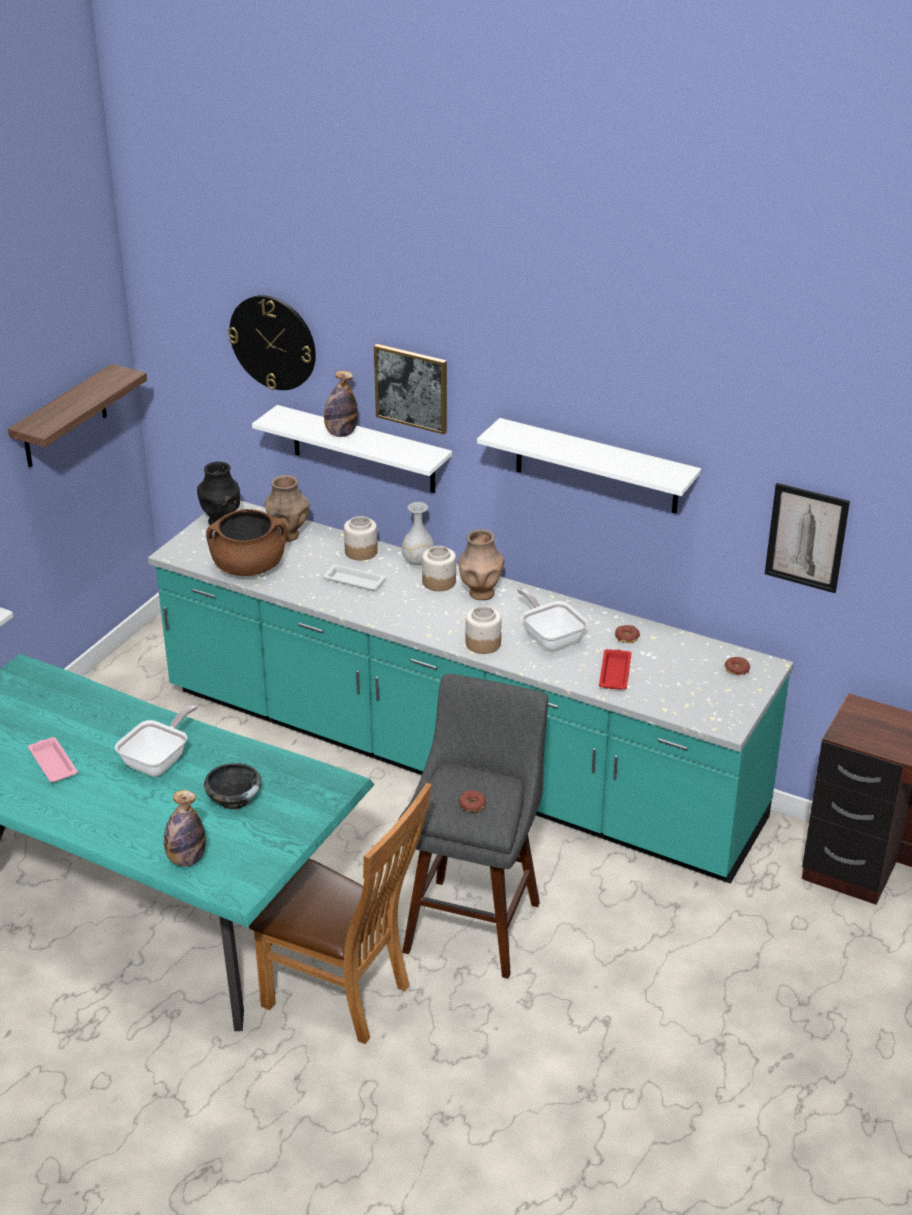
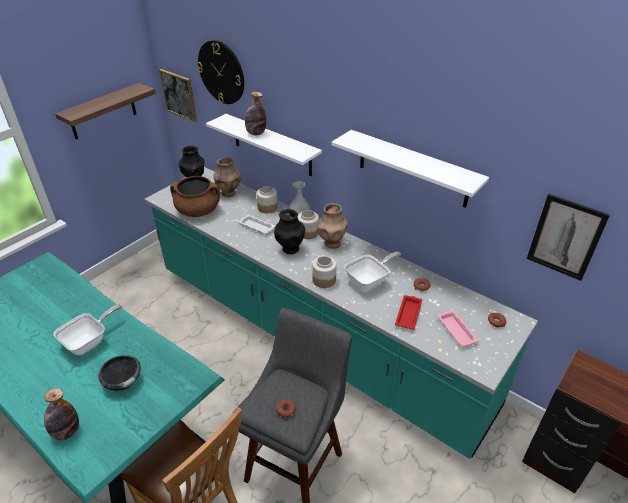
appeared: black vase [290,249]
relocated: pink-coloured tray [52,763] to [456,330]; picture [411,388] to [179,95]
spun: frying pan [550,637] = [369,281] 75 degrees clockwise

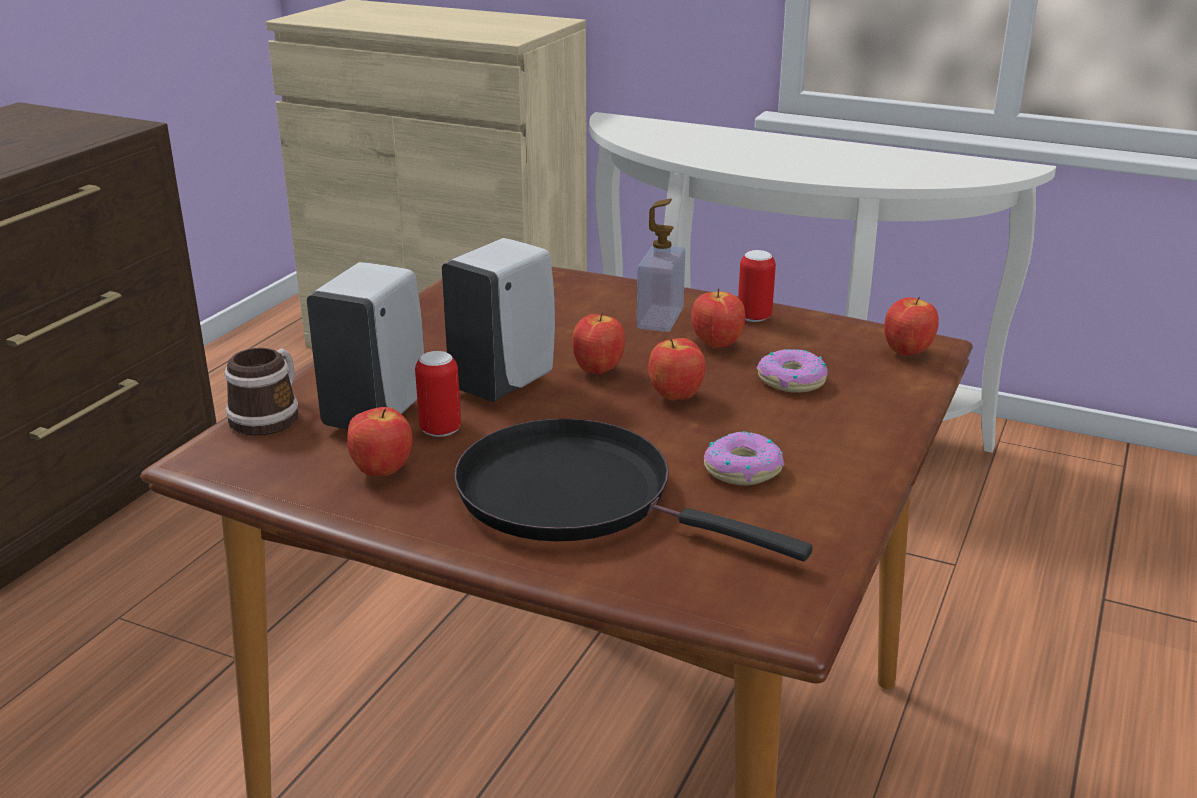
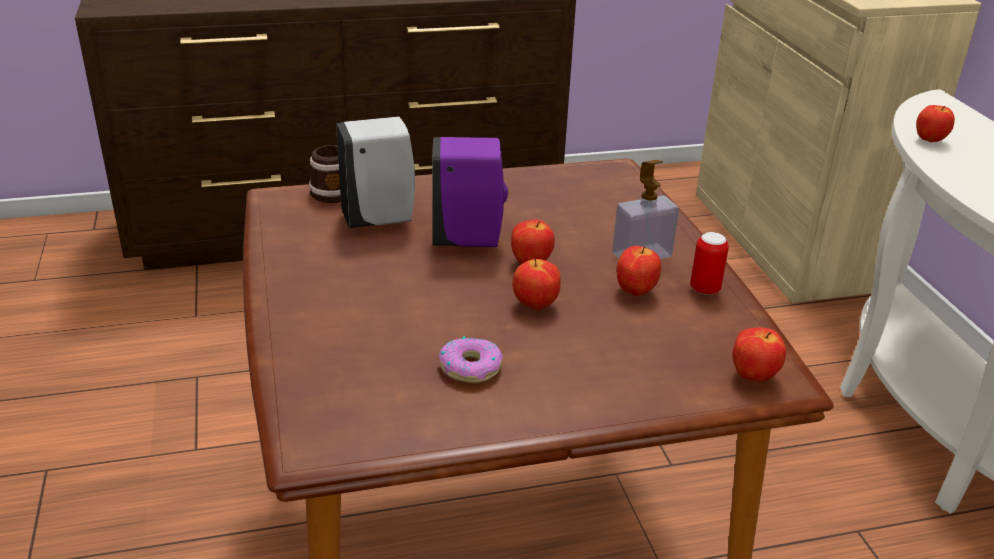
missing: metal can [440,430]; black frying pan [578,496]; ring doughnut [791,381]
relocated: whole apple [382,472] to [930,140]
colour: white soap dispenser [505,383] to purple soap dispenser [469,240]

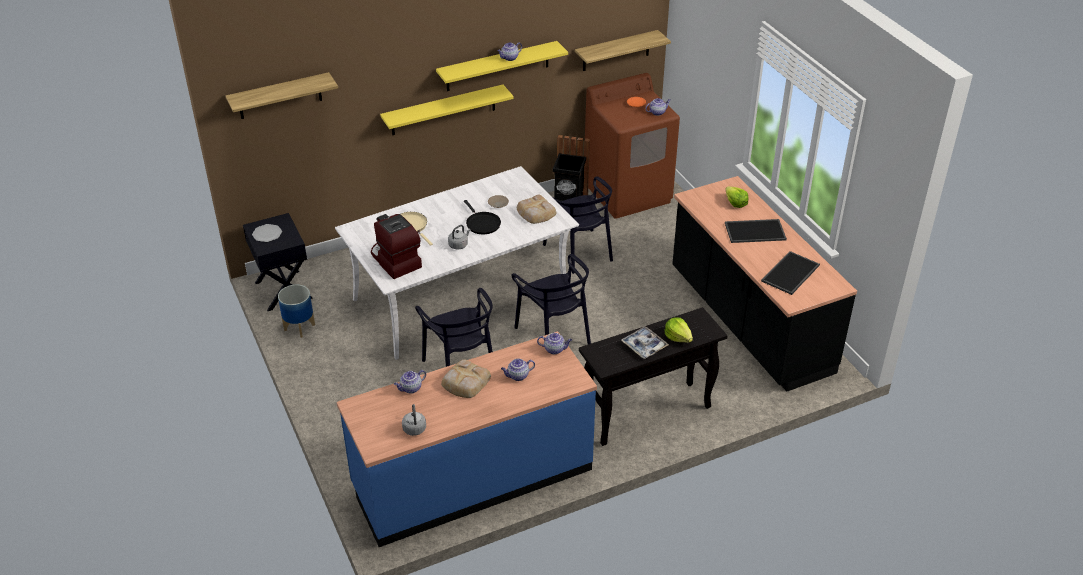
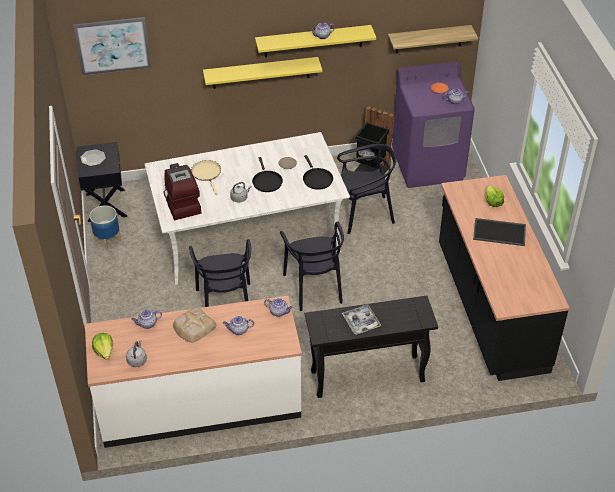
missing: tray [791,274]
relocated: head of lettuce [678,337] to [104,351]
exchanged: wall shelf [280,96] to picture [113,45]; baked bread [536,212] to black frying pan [316,179]
colour: blue kitchen counter [472,478] to white kitchen counter [200,403]; brown-coloured laundry machine [628,193] to purple laundry machine [428,165]
spun: black upright chair [579,251] = [364,213] 90 degrees counterclockwise

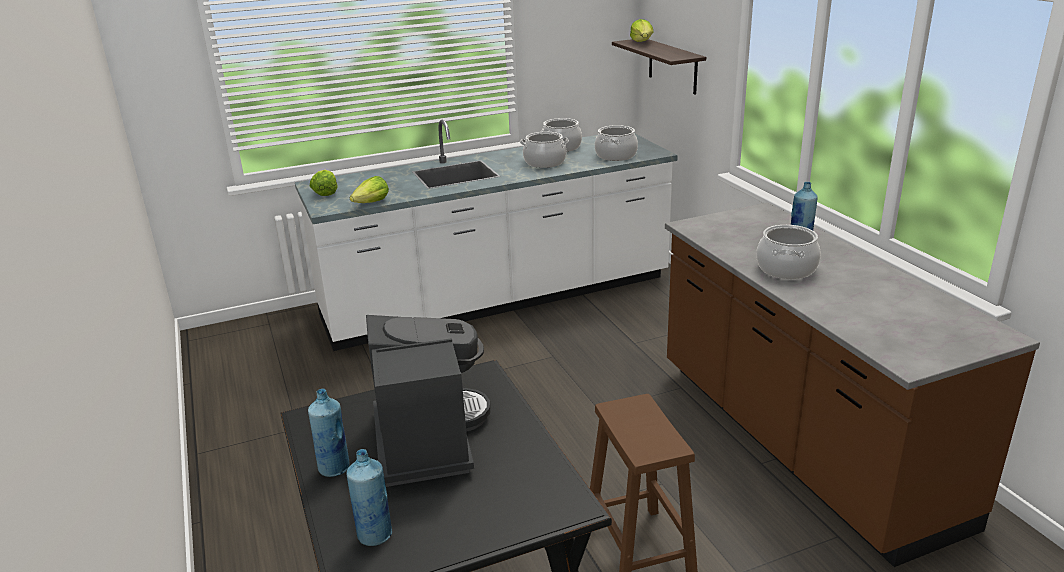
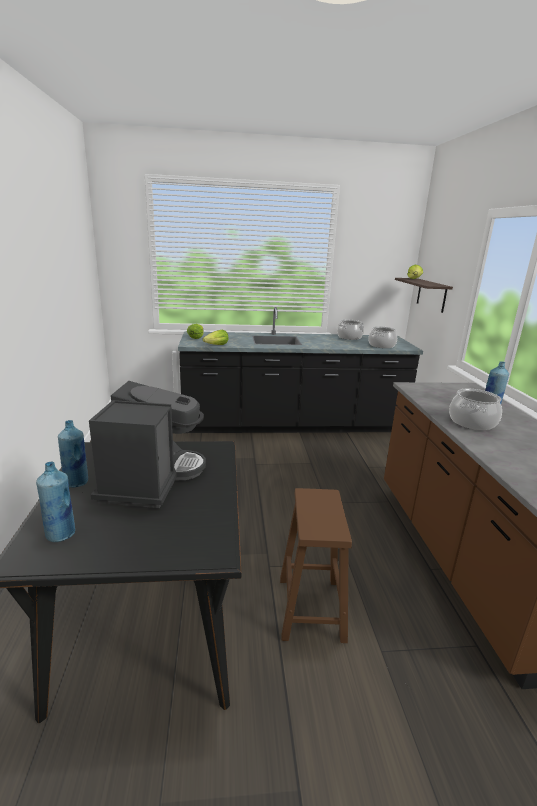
missing: stockpot [545,162]
colour: white kitchen counter [498,299] to black kitchen counter [292,424]

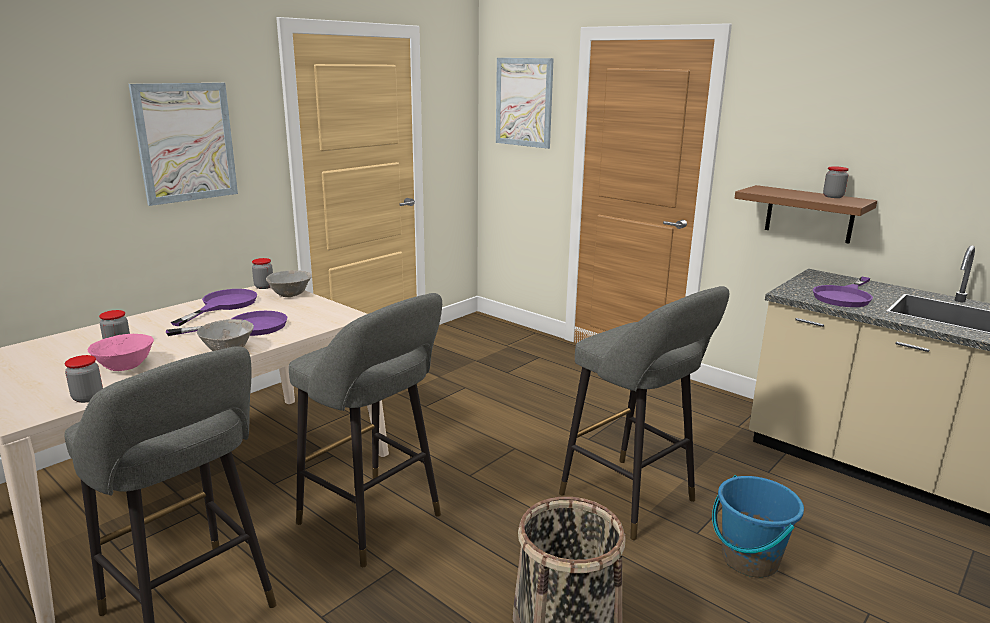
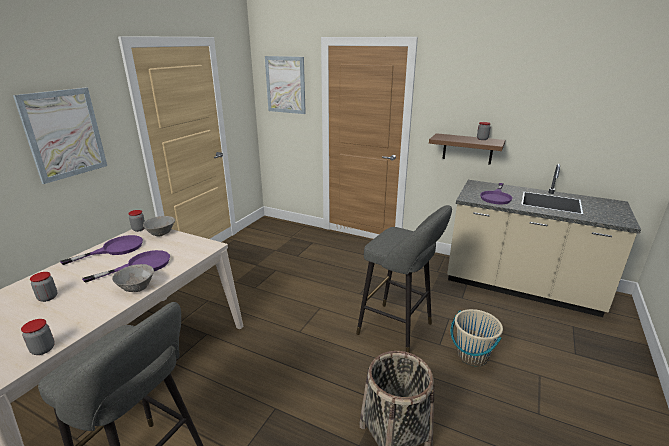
missing: pink-coloured deep dish [124,367]; gray stool [375,522]
colour: blue water bucket [749,560] to beige water bucket [472,355]
spun: purple frying pan [223,305] = [115,249] 45 degrees clockwise

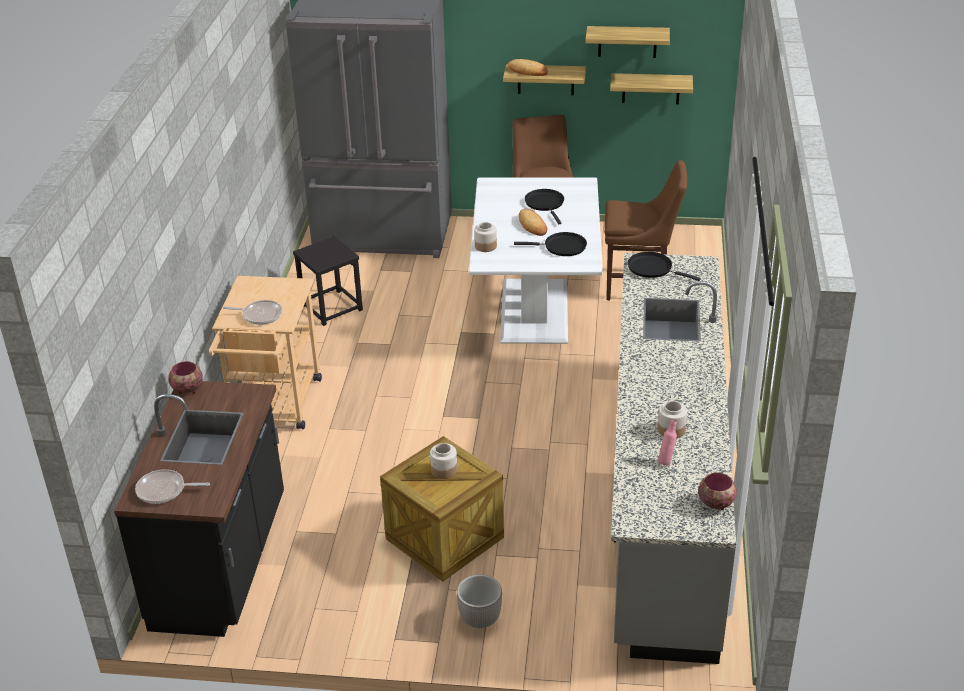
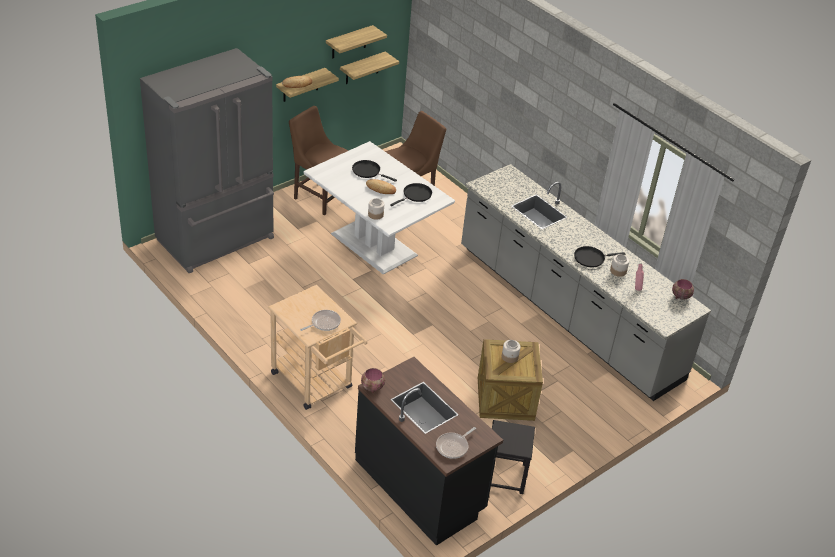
missing: flower pot [480,619]
relocated: black stool [331,308] to [504,475]; black frying pan [653,268] to [591,258]

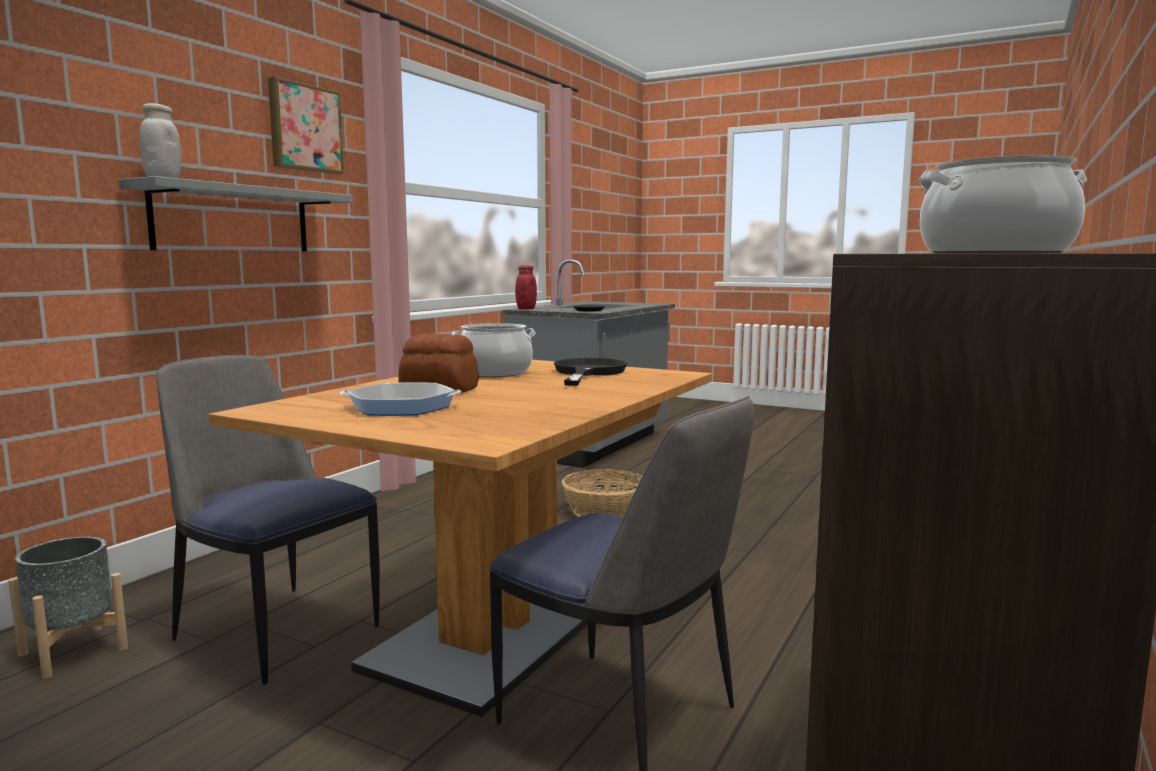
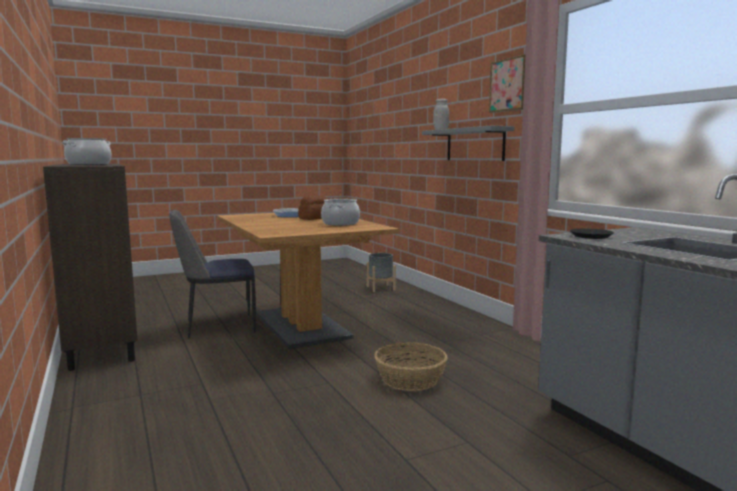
missing: upright chair [275,630]; red jar [526,309]; black frying pan [587,373]

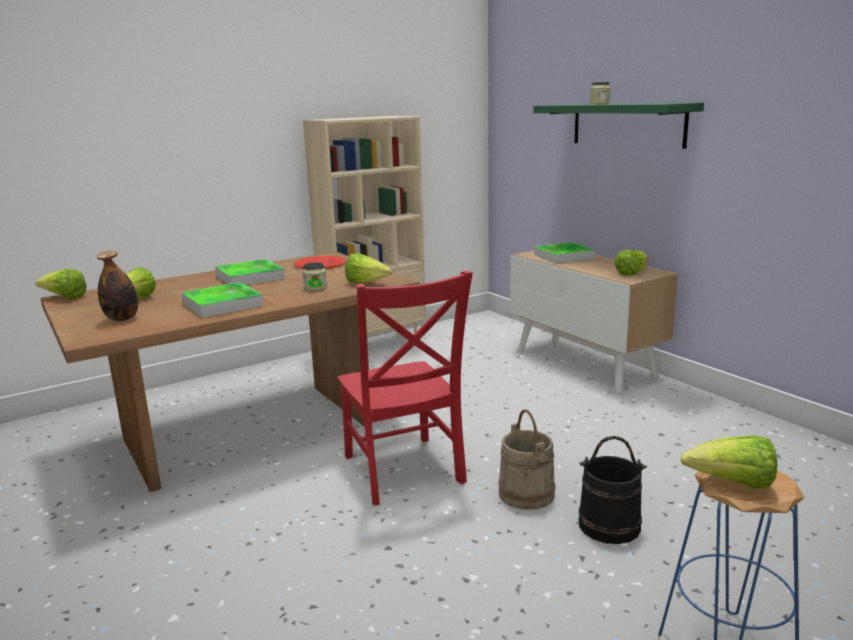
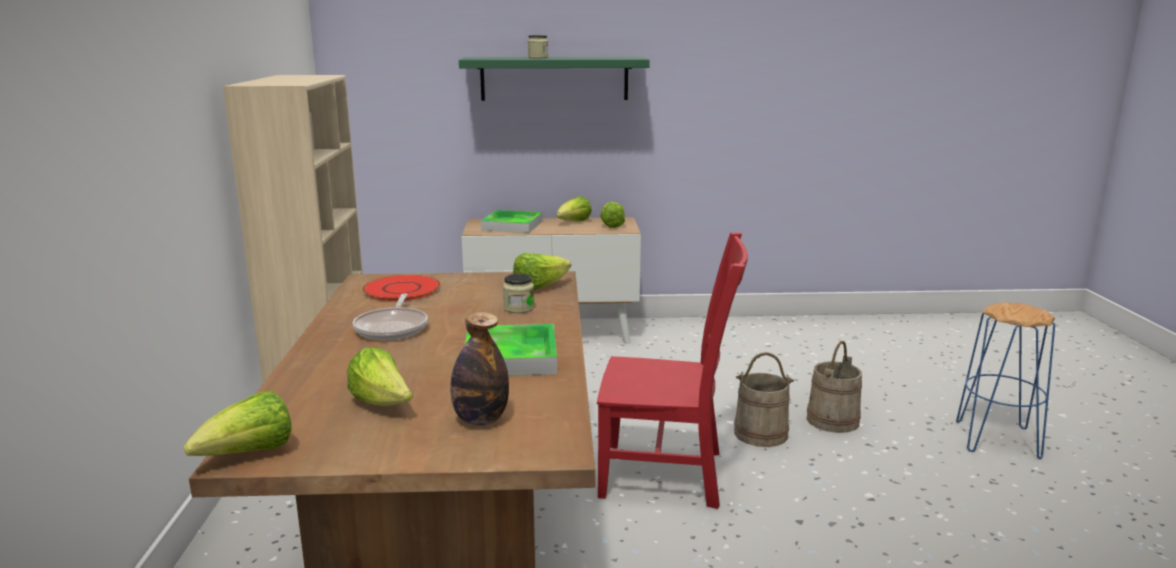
relocated: head of lettuce [732,484] to [573,222]
exchanged: tray [250,277] to frying pan [392,328]
colour: black water bucket [609,525] to beige water bucket [833,420]

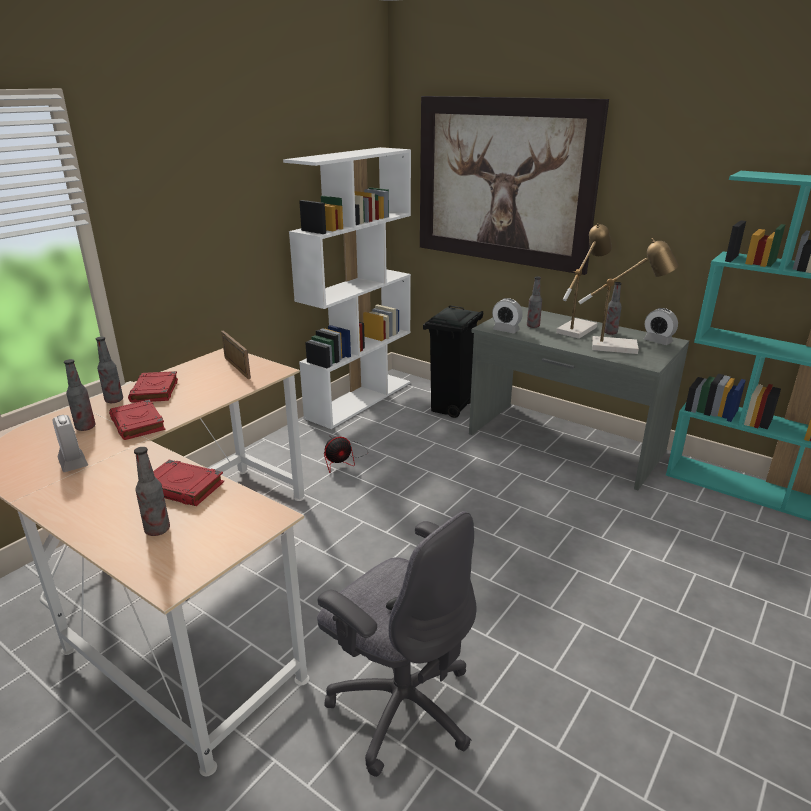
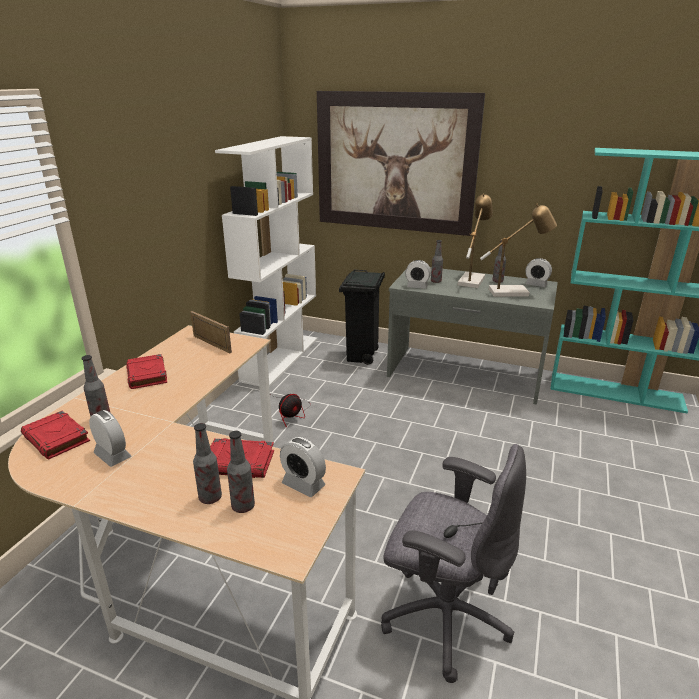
appeared: bedside clock [303,484]
relocated: beverage bottle [114,400] to [210,498]; red book [138,424] to [57,439]

